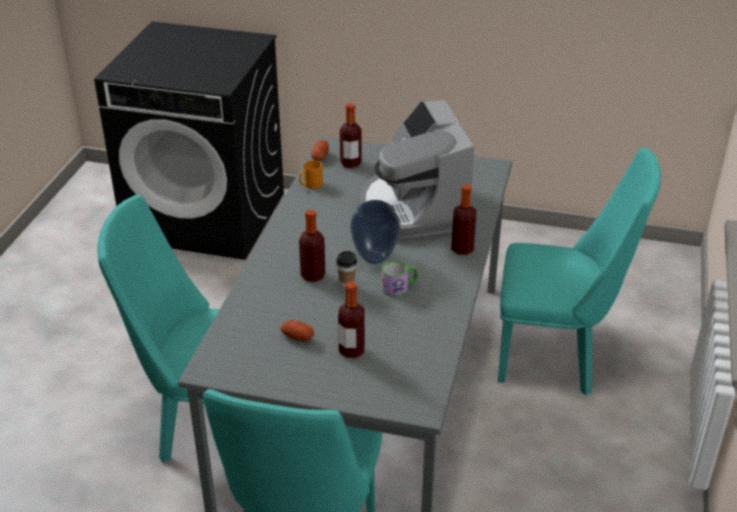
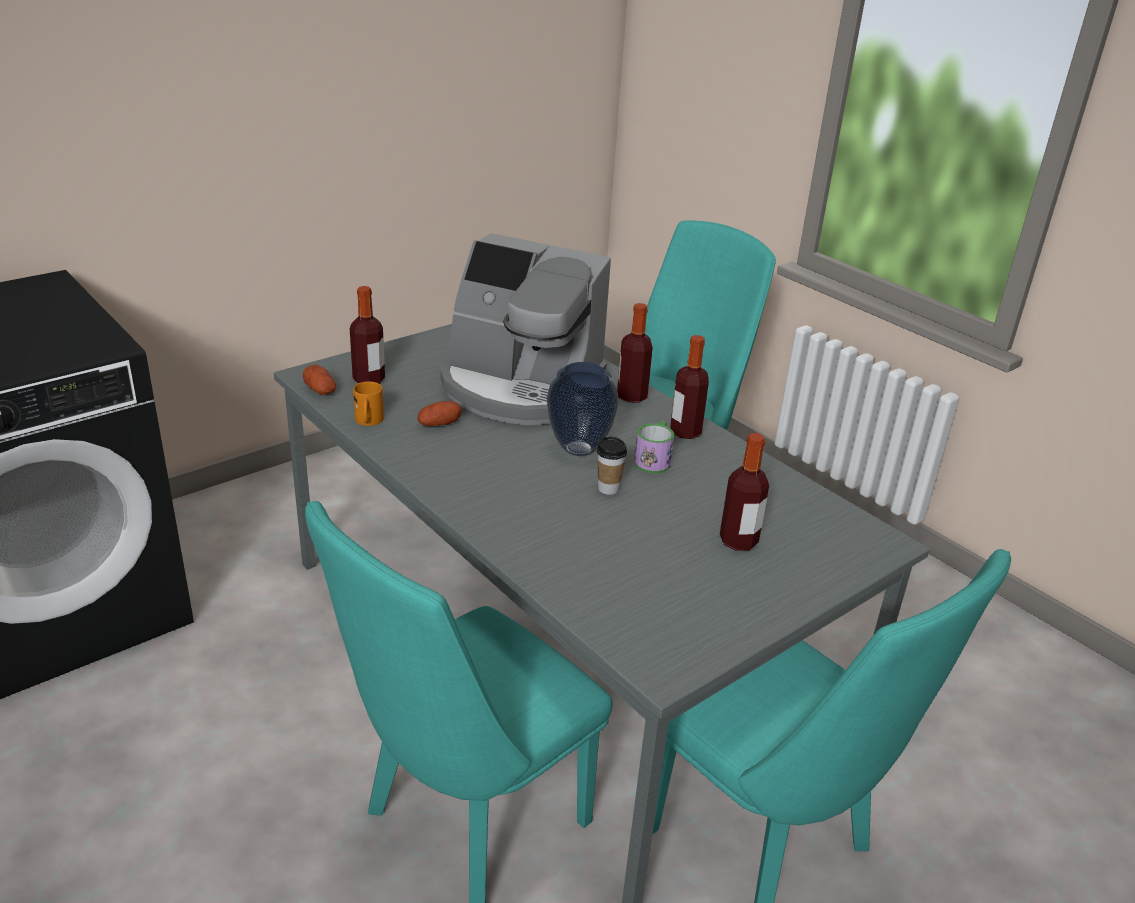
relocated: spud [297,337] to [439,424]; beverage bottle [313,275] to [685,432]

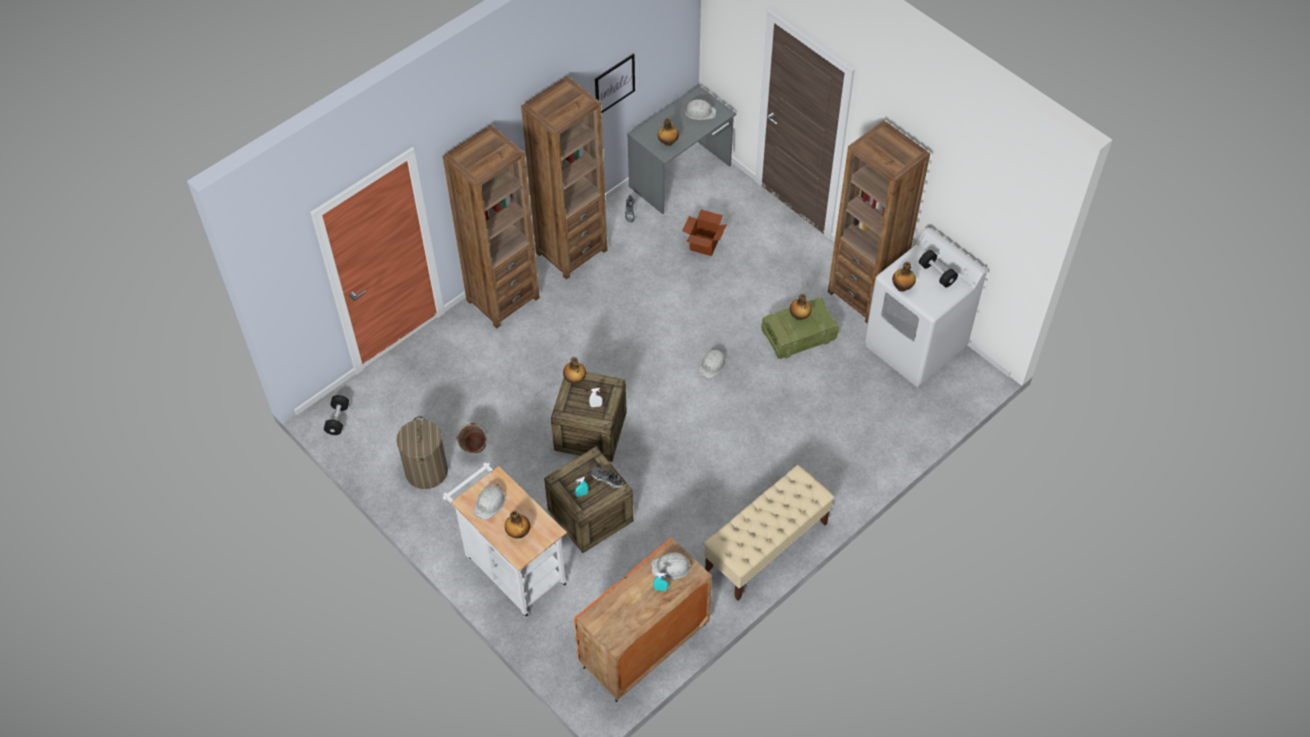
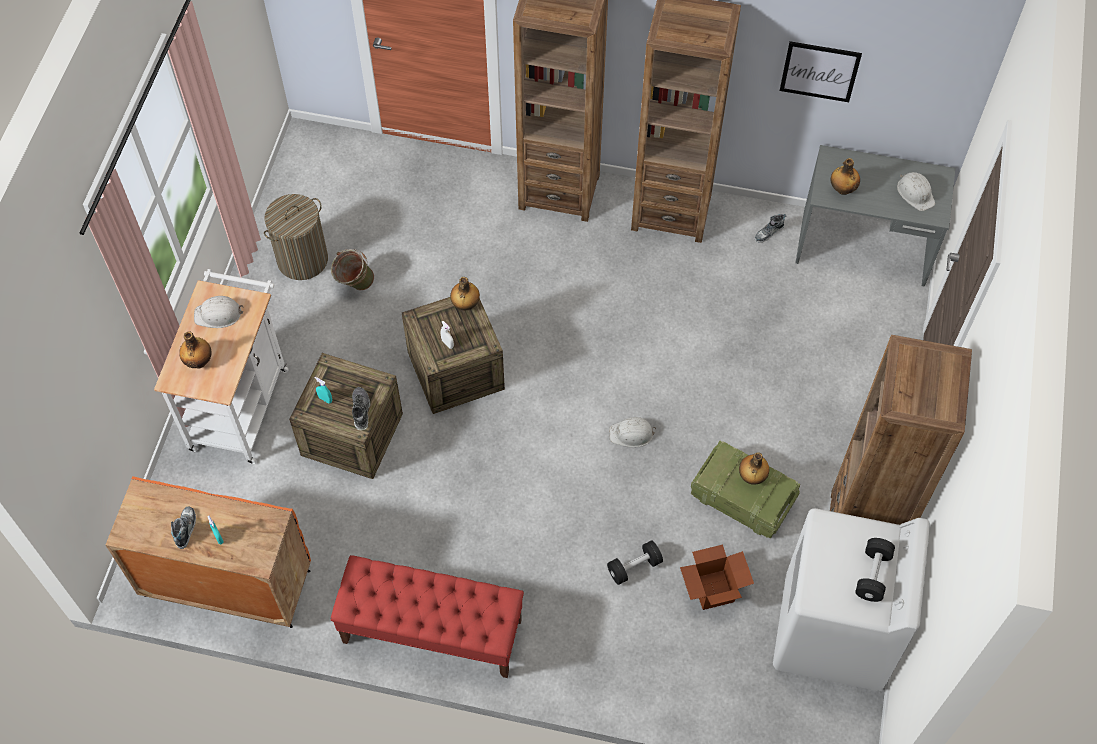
missing: white hard hat [671,567]; beverage bottle [902,287]
appeared: item of footwear [185,528]
relocated: black hand weight [338,419] to [634,567]; carton [704,245] to [713,590]
colour: beige bench [766,547] to red bench [431,631]

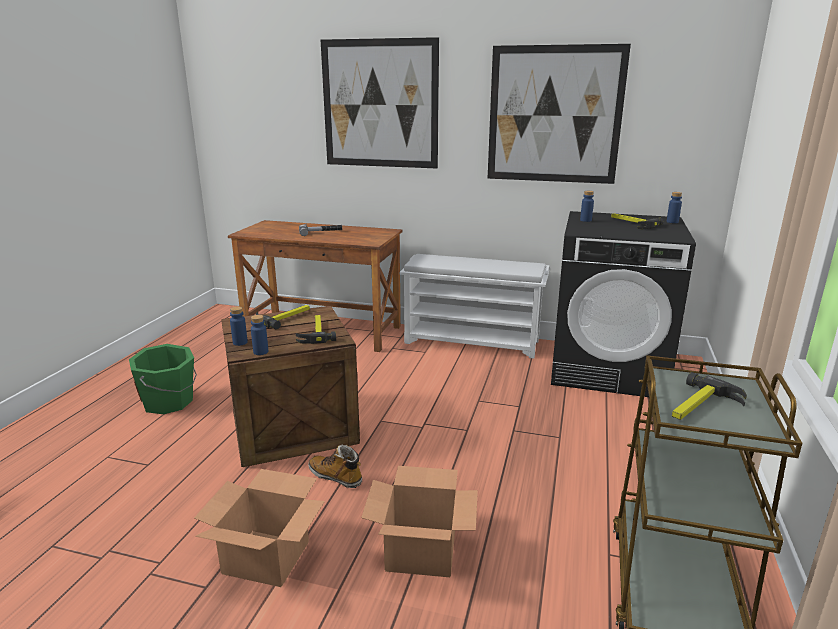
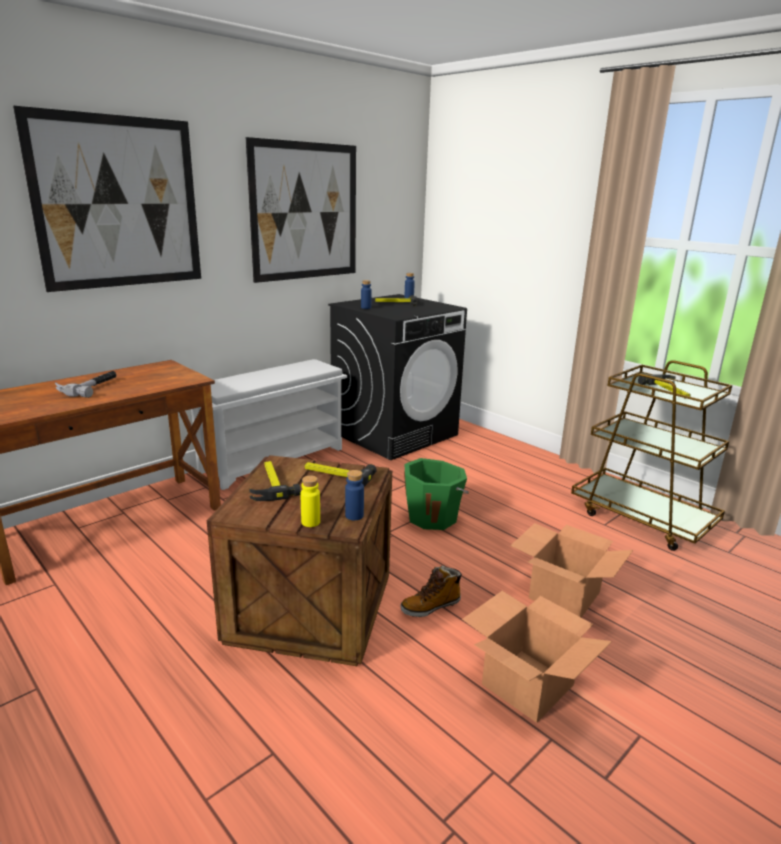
relocated: green-coloured water bucket [169,402] to [433,517]
colour: blue beverage bottle [240,342] to yellow beverage bottle [310,522]

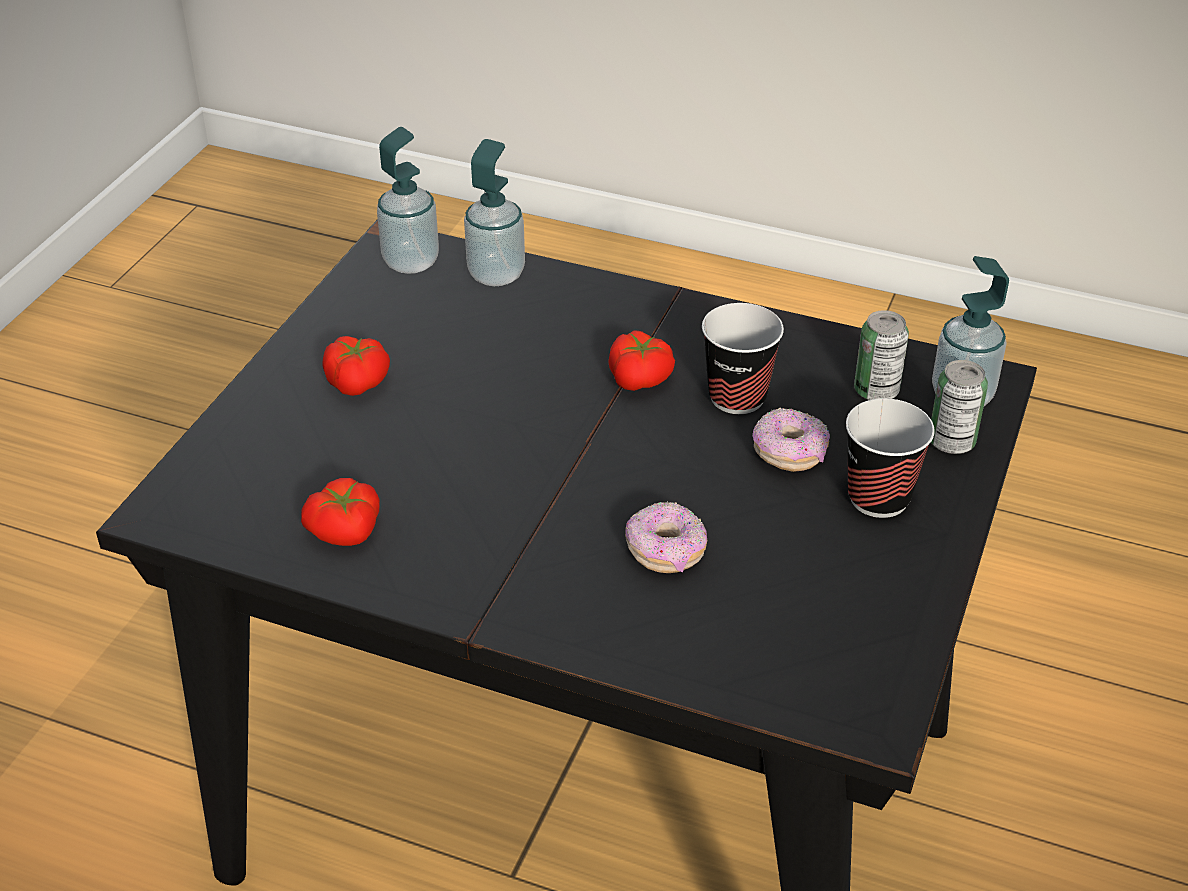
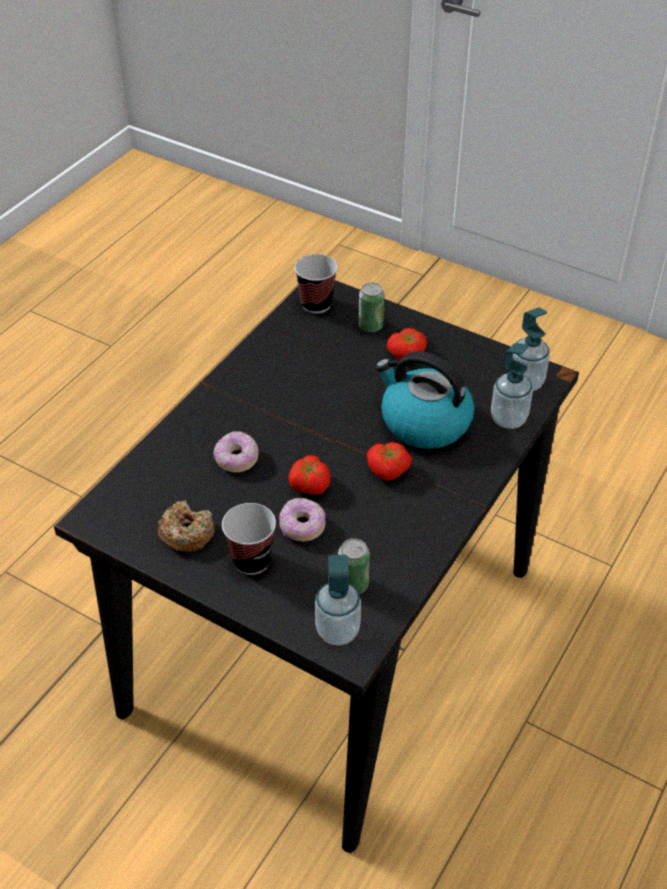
appeared: ring doughnut [187,533]; tea kettle [424,422]
relocated: fresh tomato [346,532] to [309,486]; small cup [737,397] to [316,304]; metal can [951,442] to [370,326]

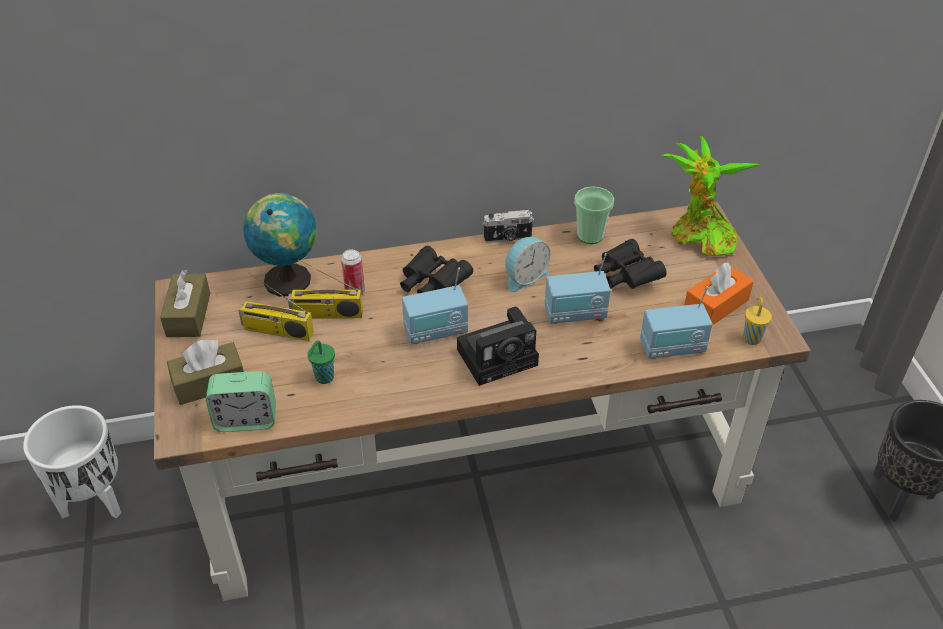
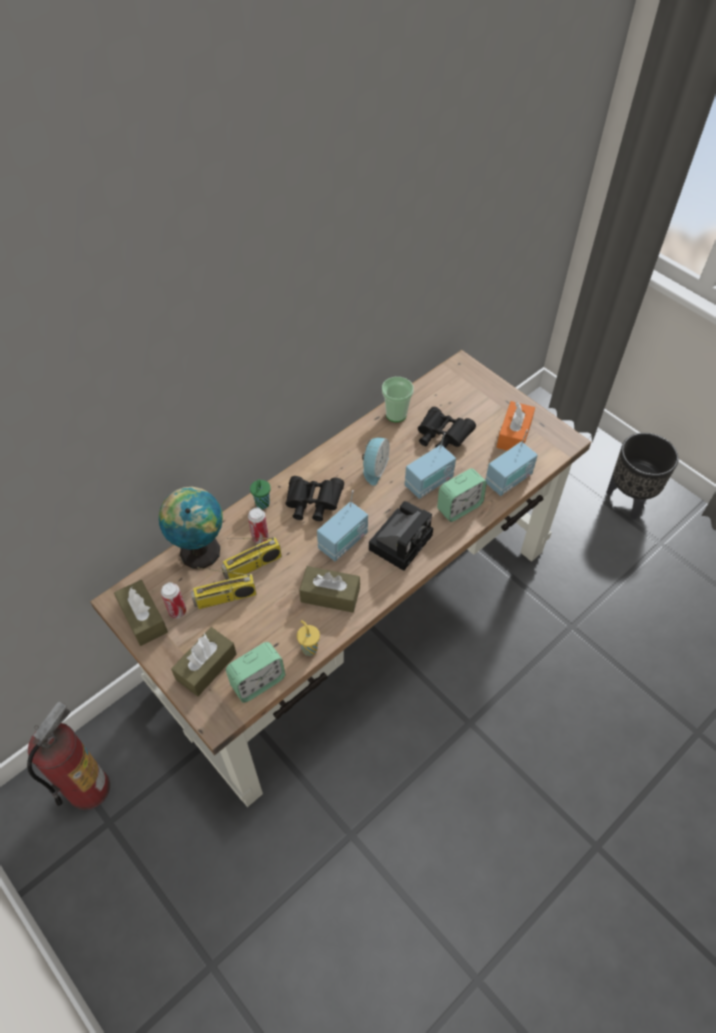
missing: still camera [508,238]; potted plant [699,237]
appeared: metal can [177,611]; brown-coloured tissue box [330,595]; bedside clock [459,507]
relocated: green-coloured small cup [323,378] to [262,504]; yellow small cup [751,338] to [309,648]
exchanged: white flower pot [95,501] to extinguisher [88,787]

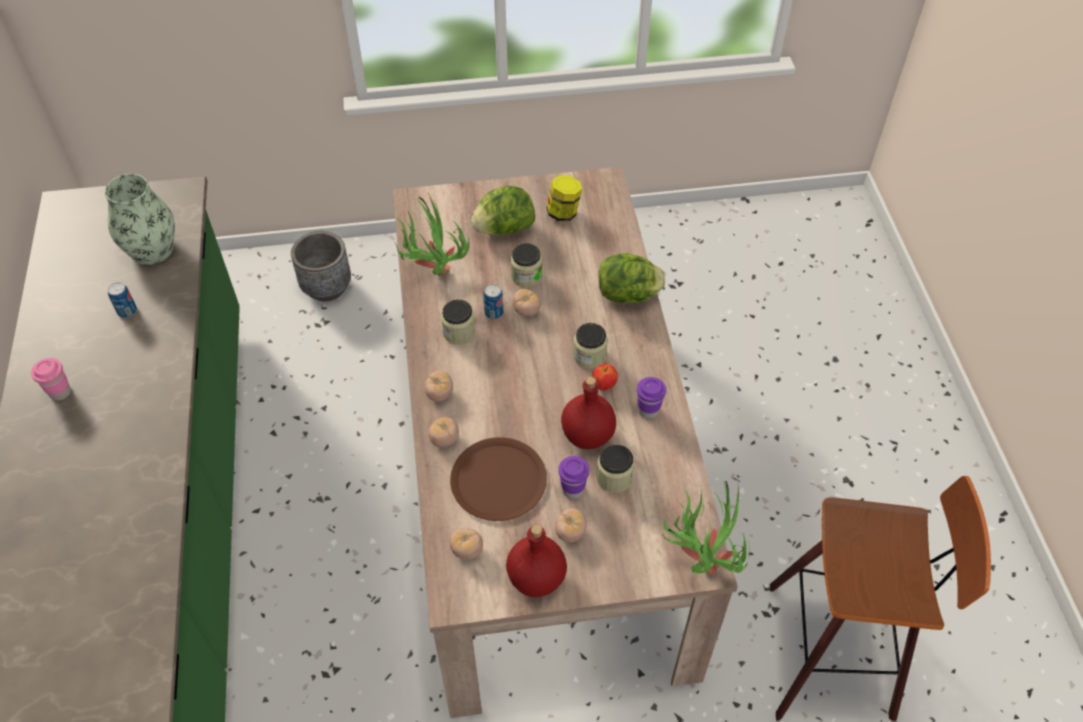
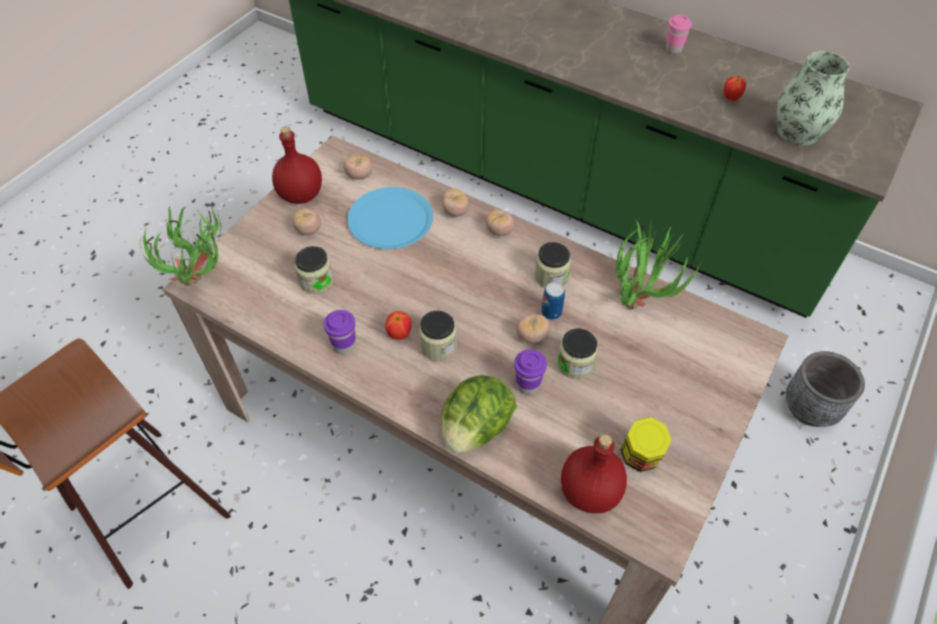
missing: head of lettuce [504,229]
relocated: purple small cup [572,489] to [527,385]; red beverage bottle [586,435] to [590,491]
exchanged: metal can [127,311] to whole apple [731,98]
colour: brown-coloured flat dish [498,480] to blue flat dish [390,219]

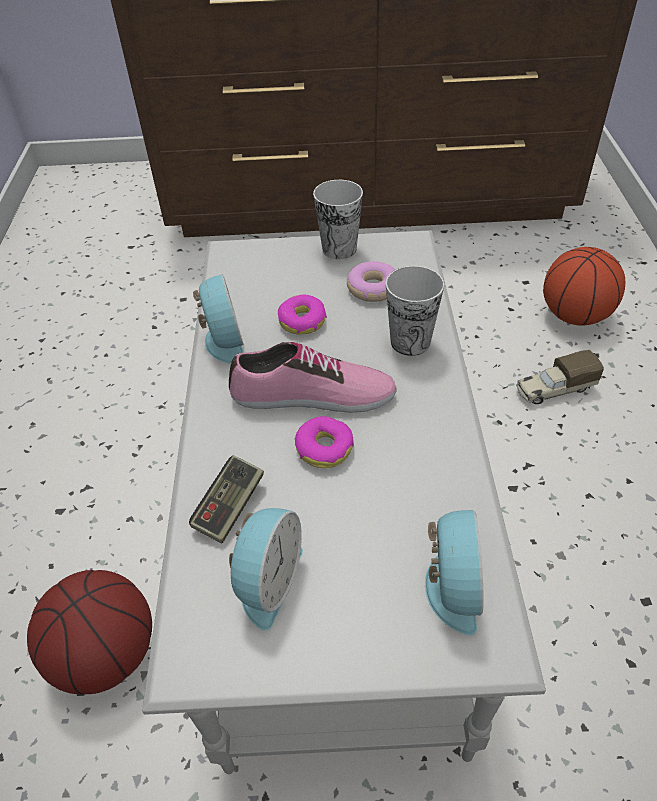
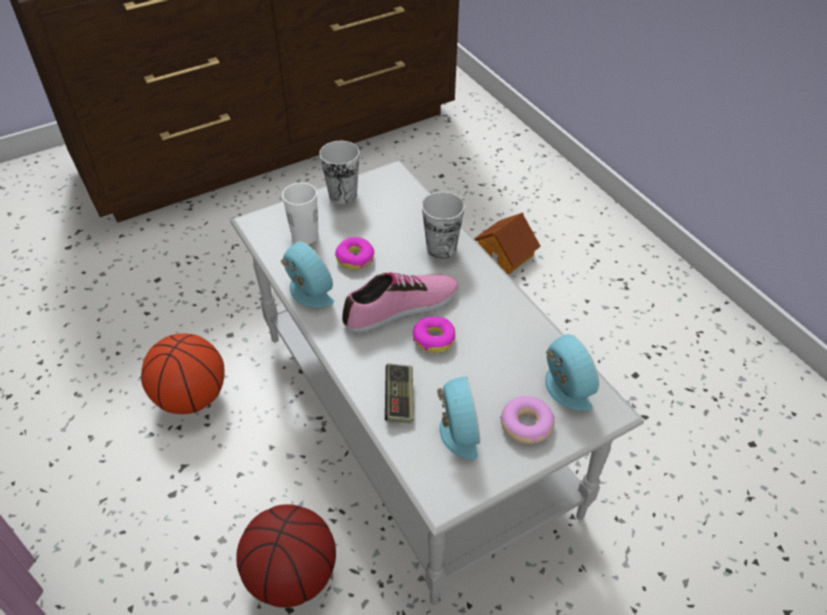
appeared: white small cup [305,236]
relocated: ring doughnut [373,288] to [526,425]; ball for basketball [574,316] to [191,397]
exchanged: toy lorry [554,389] to model house [505,253]

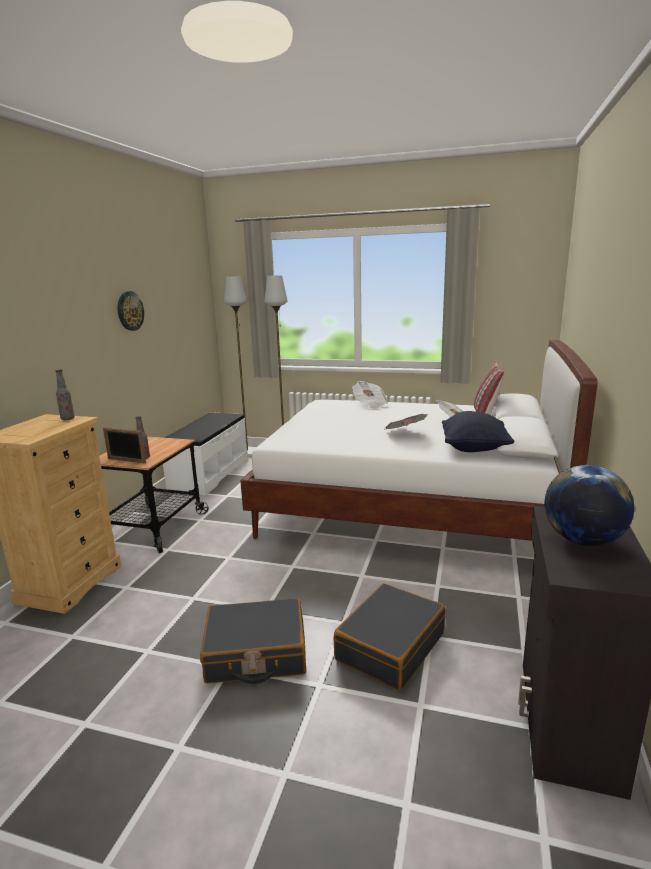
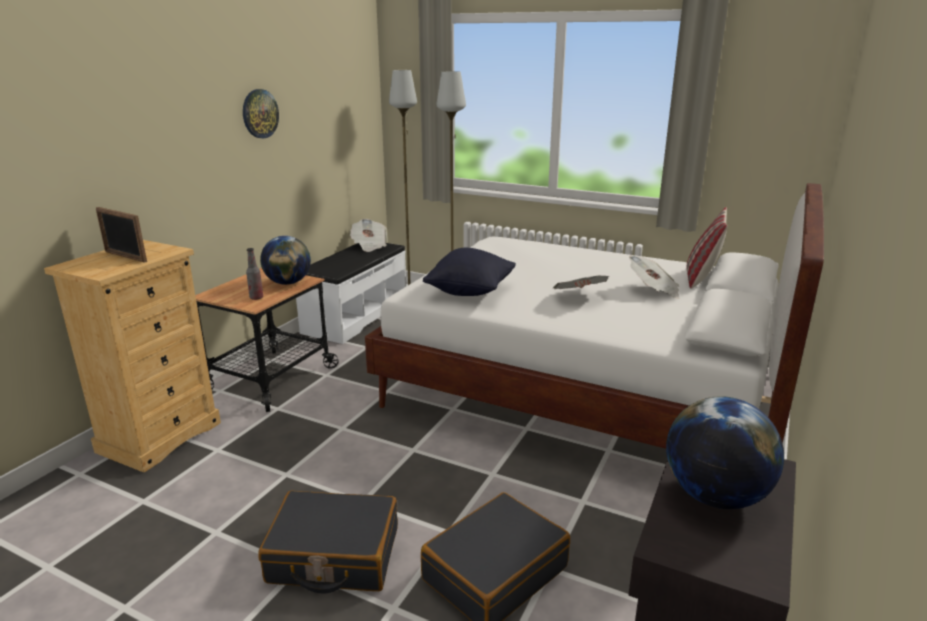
missing: beverage bottle [67,418]
appeared: world globe [288,283]
relocated: picture frame [126,460] to [125,256]; newspaper [370,404] to [369,245]; black throw pillow [474,448] to [470,292]

